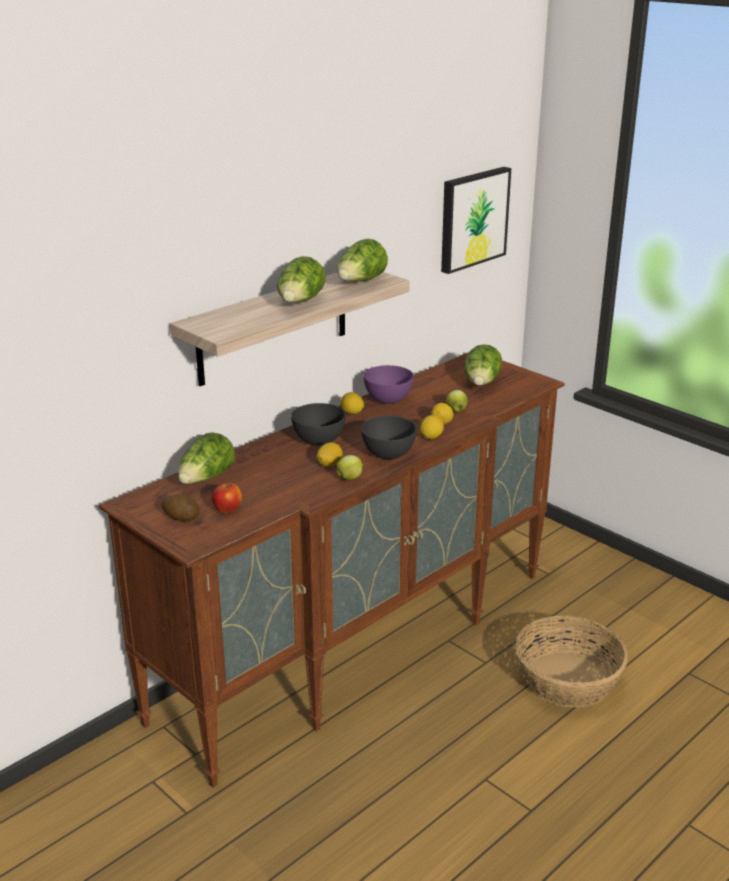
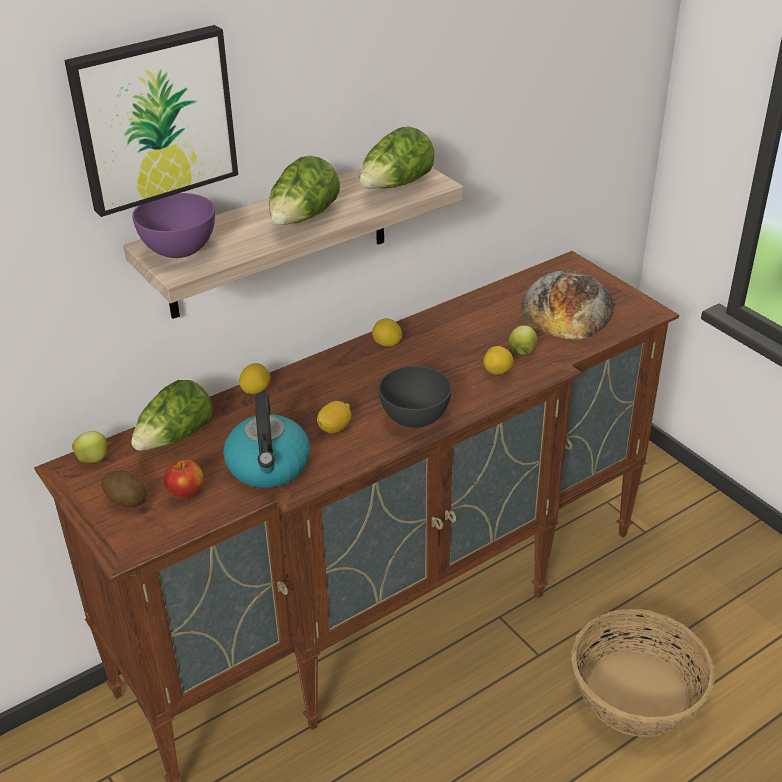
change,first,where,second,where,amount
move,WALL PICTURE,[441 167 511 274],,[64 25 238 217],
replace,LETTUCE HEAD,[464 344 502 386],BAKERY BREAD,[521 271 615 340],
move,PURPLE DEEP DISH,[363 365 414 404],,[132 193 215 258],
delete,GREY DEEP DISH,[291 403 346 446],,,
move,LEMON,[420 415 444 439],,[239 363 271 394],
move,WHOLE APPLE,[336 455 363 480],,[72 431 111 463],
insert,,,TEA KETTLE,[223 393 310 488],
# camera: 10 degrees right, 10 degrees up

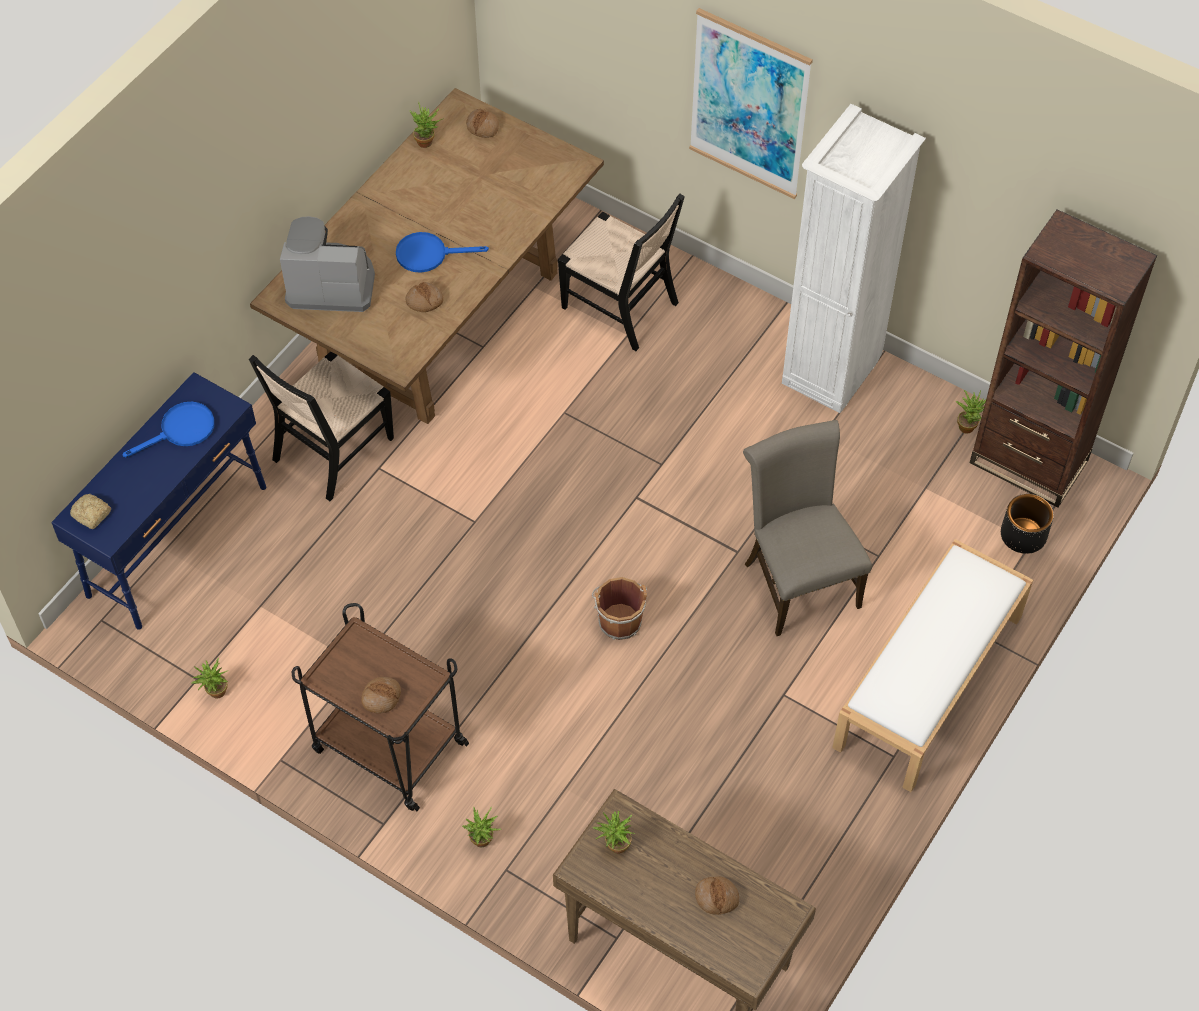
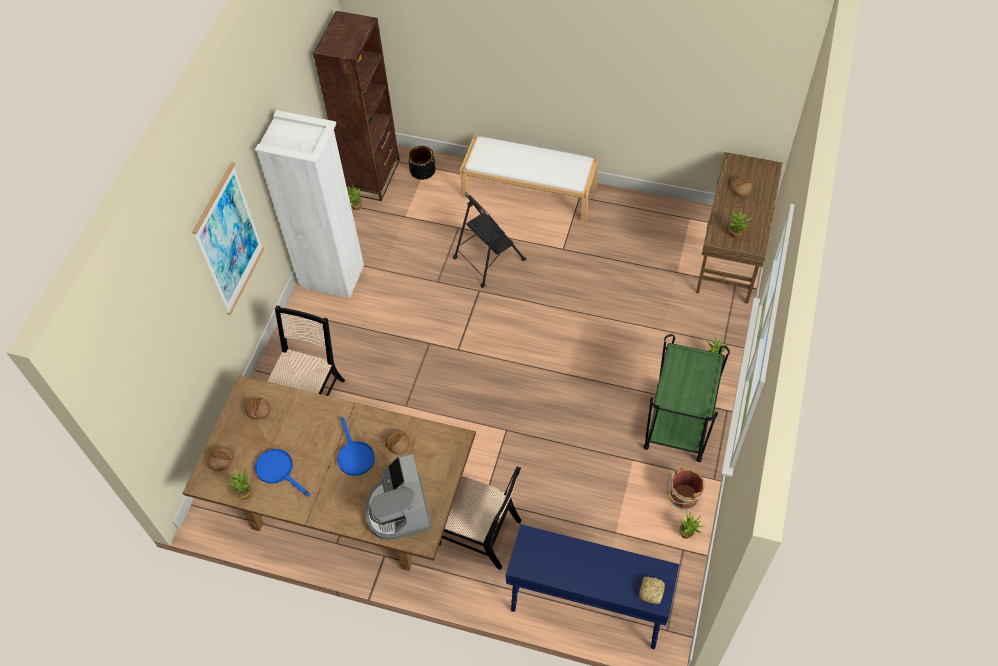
change,first,where,second,where,amount
move,BLUISH FRYING PAN,[123 402 214 457],,[255 449 310 497],
replace,BEIGE-COLOURED CHAIR,[743 420 872 636],BLACK STEP STOOL,[453 192 526 288],
move,BROWNISH BUCKET,[592 577 647 640],,[667 466 706 510],
recolor,BROWNISH TROLLEY,[292 603 469 811],GREENISH TROLLEY,[643 334 730 462],
move,BAKERY BREAD,[361 677 401 714],,[245 398 270 419],
# camera: 105 degrees left, 0 degrees up

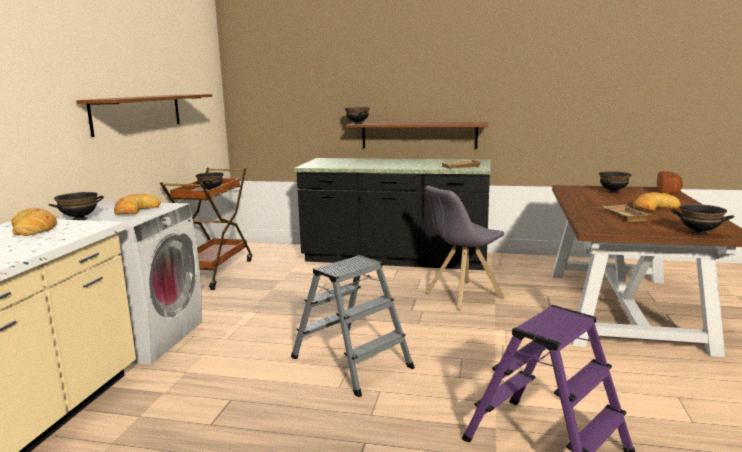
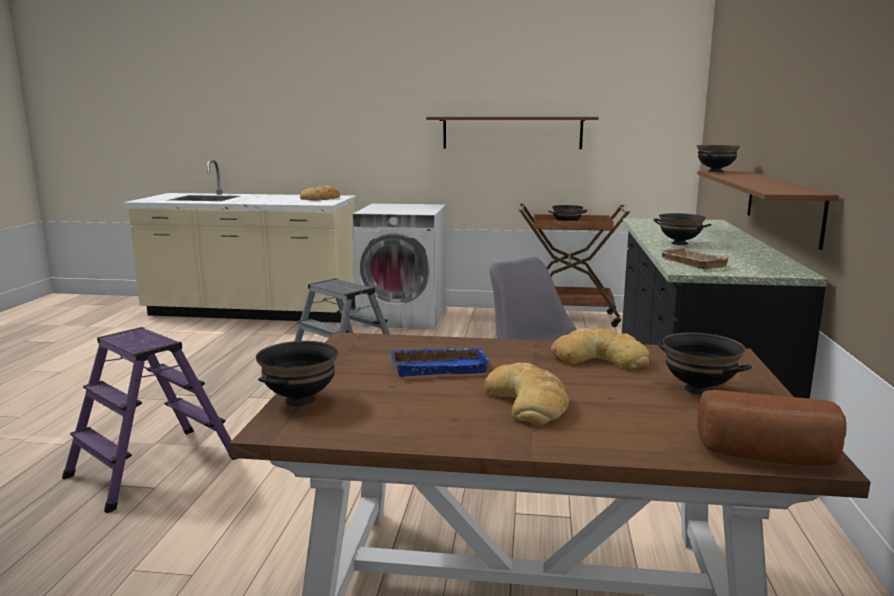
change,first,where,second,where,amount
move,BLACK DEEP DISH,[48 192 104 220],,[653 213 712 245],
move,BAKERY BREAD,[114 193 161 215],,[551 328 649 370],
recolor,BEIGE-COLOURED SERVING TRAY,[602 205 649 222],BLUISH SERVING TRAY,[390 348 490 377],
# camera: 85 degrees right, 0 degrees up

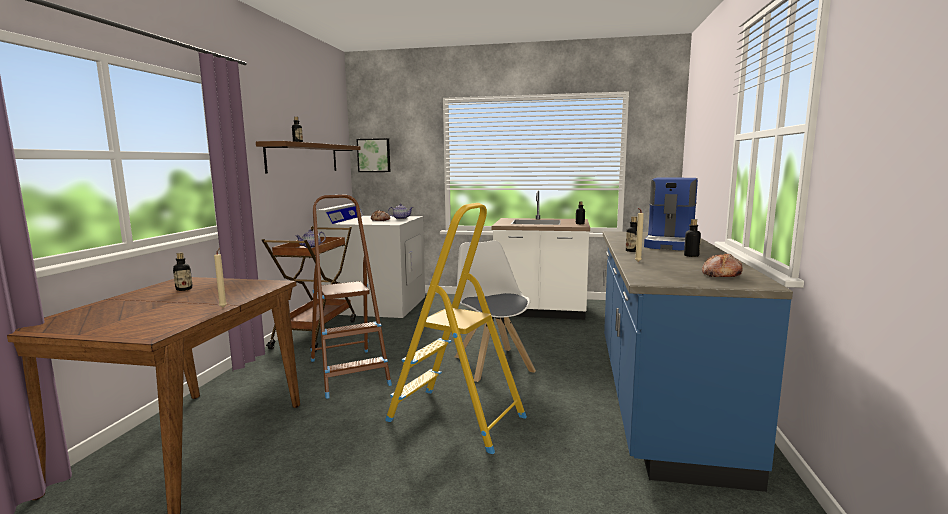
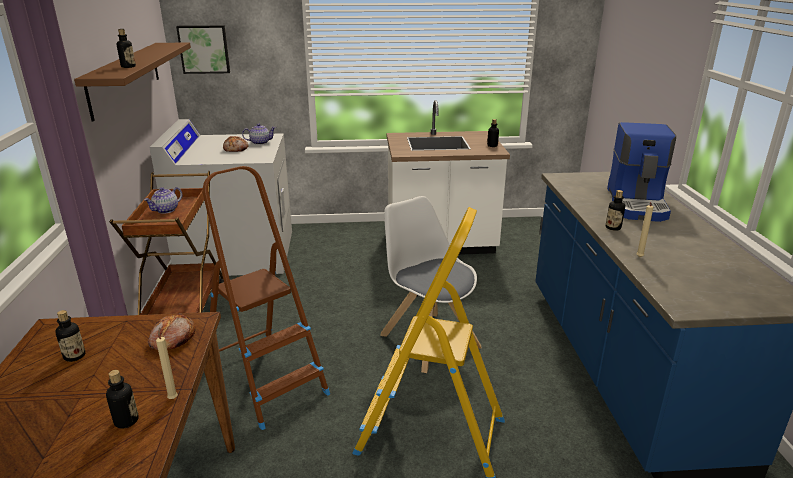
change,first,where,second,where,amount
move,BEVERAGE BOTTLE,[684 219 701 257],,[106 370 139 429],
move,BAKERY BREAD,[702 253 743 277],,[148 313 196 350],
# camera: 15 degrees left, 15 degrees up

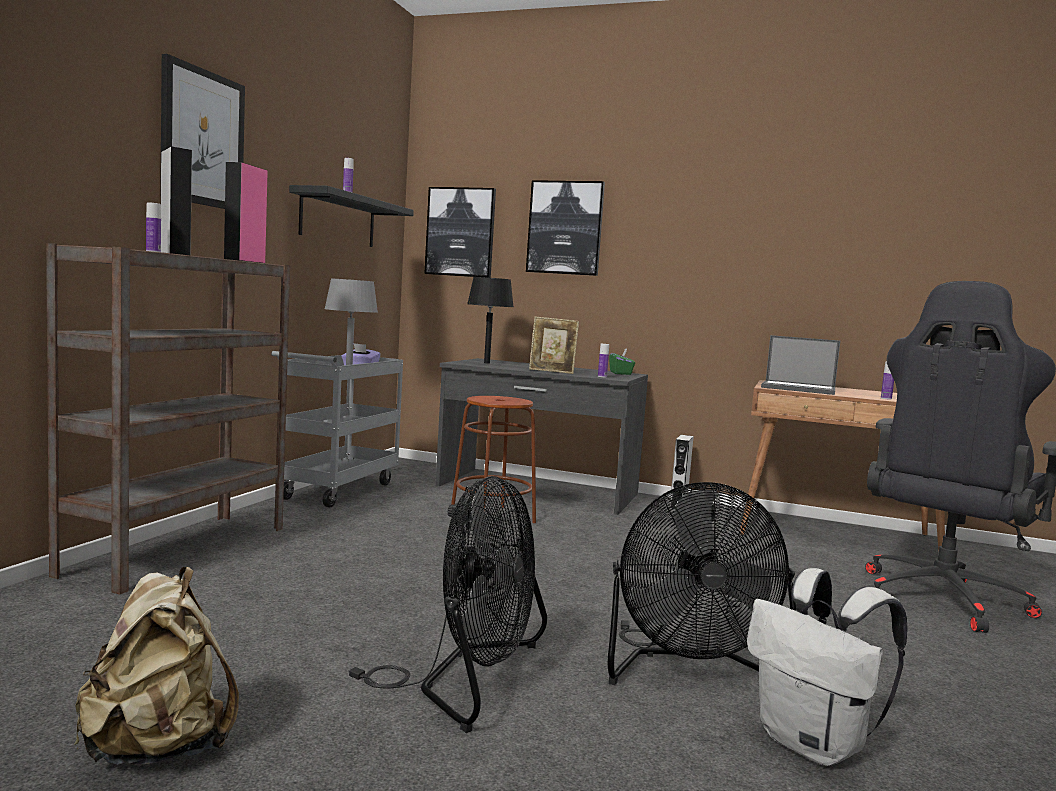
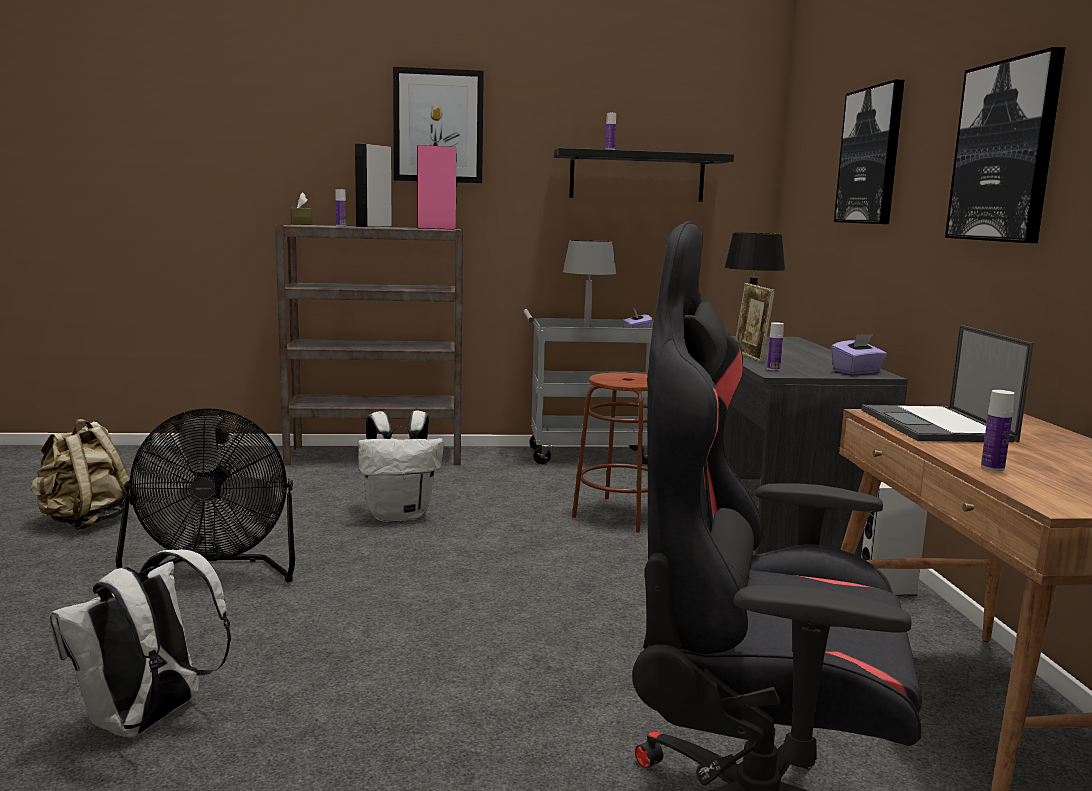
change,first,where,second,where,amount
move,WALL PICTURE,[424 187 496 278],,[945 47 1065 243],
recolor,GREENISH TISSUE HOLDER,[609 348 635 375],PURPLE TISSUE HOLDER,[831 334 887 374],
delete,BLACK FAN,[608 482 796 686],,,
insert,,,BROWNISH TISSUE HOLDER,[291 192 313 225],
insert,,,WHITE-COLOURED RUCKSACK,[358 410 444 522],
# camera: 65 degrees right, 5 degrees up

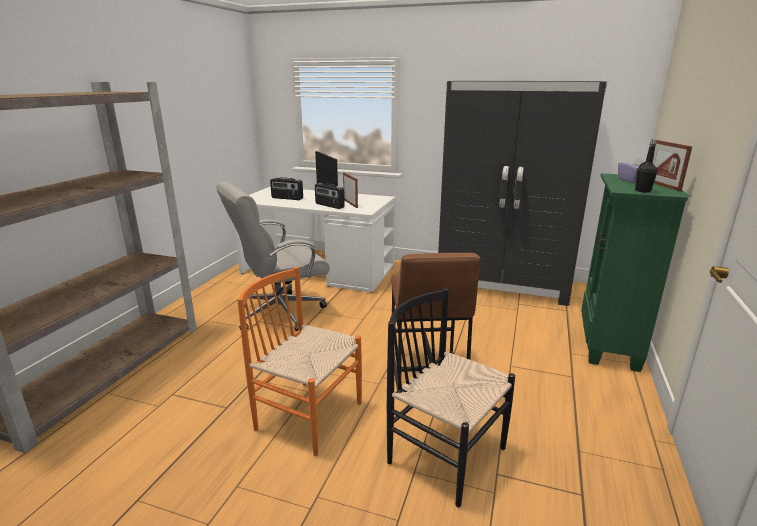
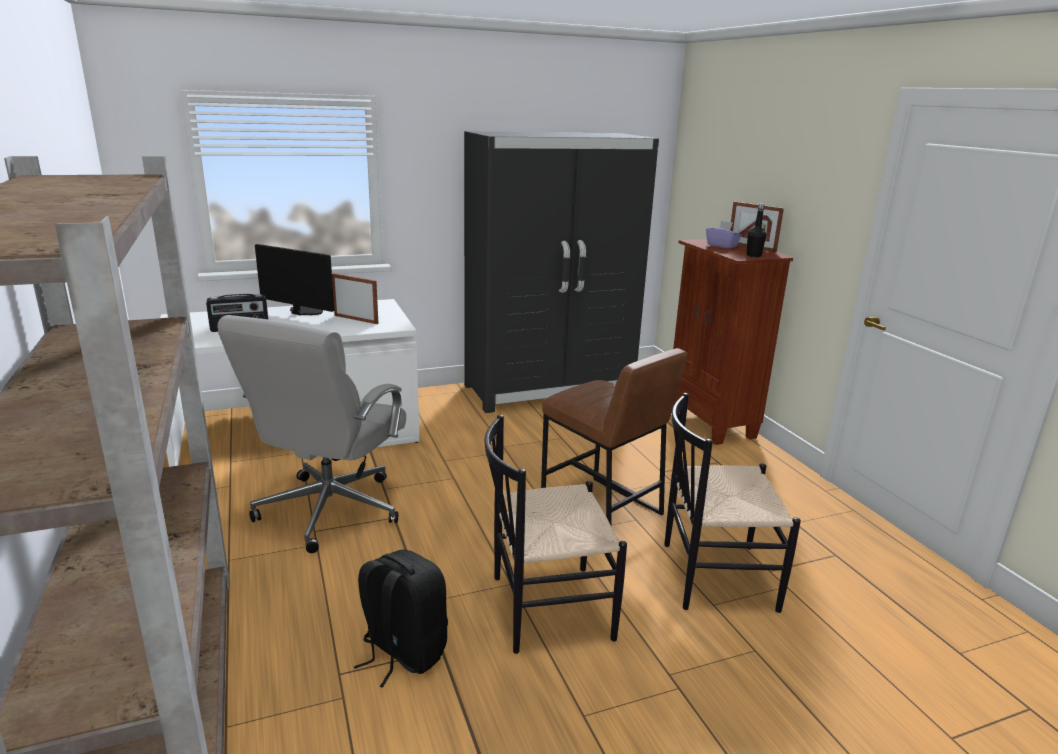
change,first,where,second,where,amount
recolor,GREENISH STORAGE CABINET,[581 173 690 372],BROWNISH STORAGE CABINET,[673 239 793 445],
delete,RADIO SET,[315 183 345 209],,,
recolor,ORANGE CHAIR,[237 267 362 456],BLACK CHAIR,[484 414 627 654],
insert,,,BLACK RUCKSACK,[354 549 448 688],
# camera: 40 degrees left, 0 degrees up

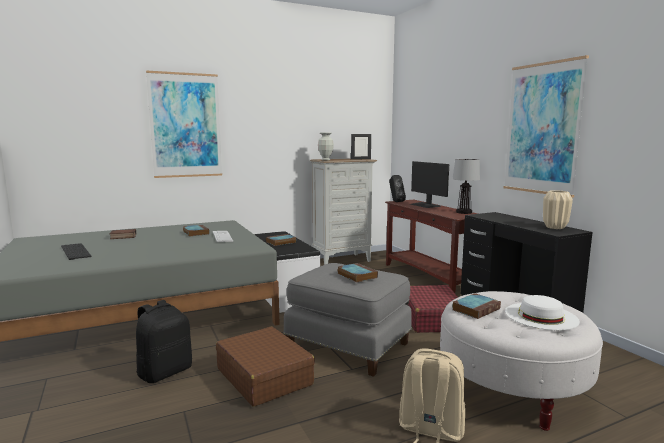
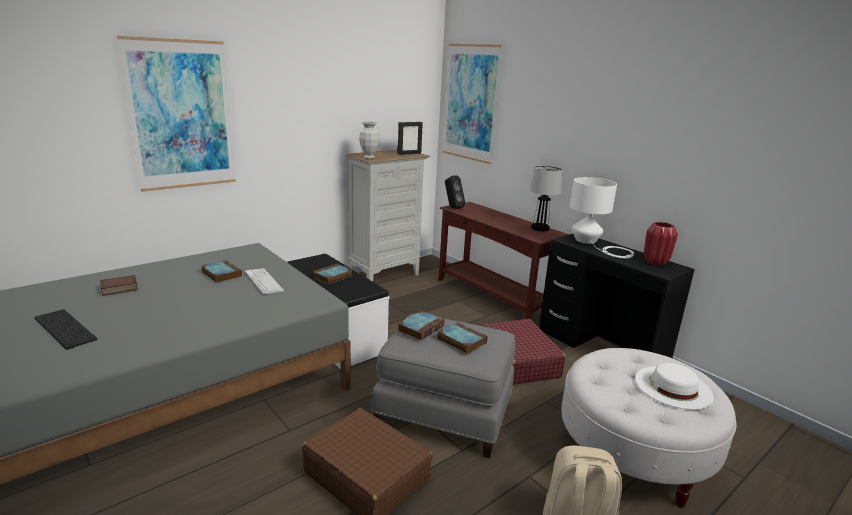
change,first,where,second,where,amount
move,WALL PICTURE,[503 55 589 198],,[443 44 503 164],
delete,COMPUTER SCREEN,[410 161 449 208],,,
recolor,BEIGE-COLOURED VASE,[543 190 573 229],RED-COLOURED VASE,[644 222 678 266],
move,BOOK,[452 293 501 319],,[398 310 445 341],
delete,BLACK RUCKSACK,[136 300 192 383],,,
insert,,,WHITE-COLOURED LAMP FOR A TABLE,[570 177 634 258],
# camera: 15 degrees left, 10 degrees up

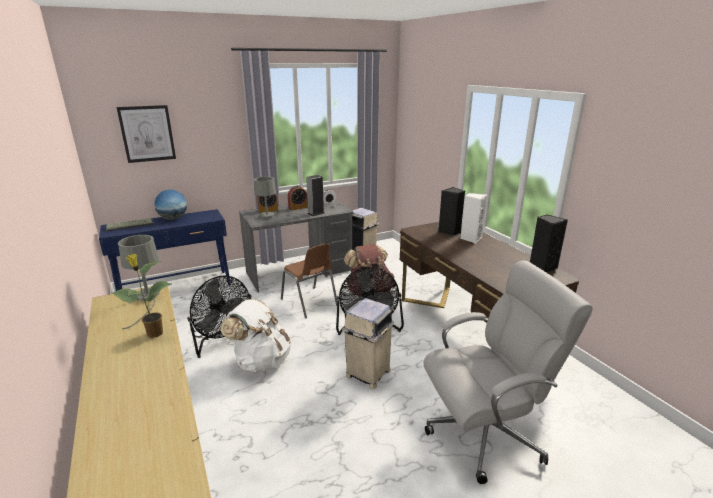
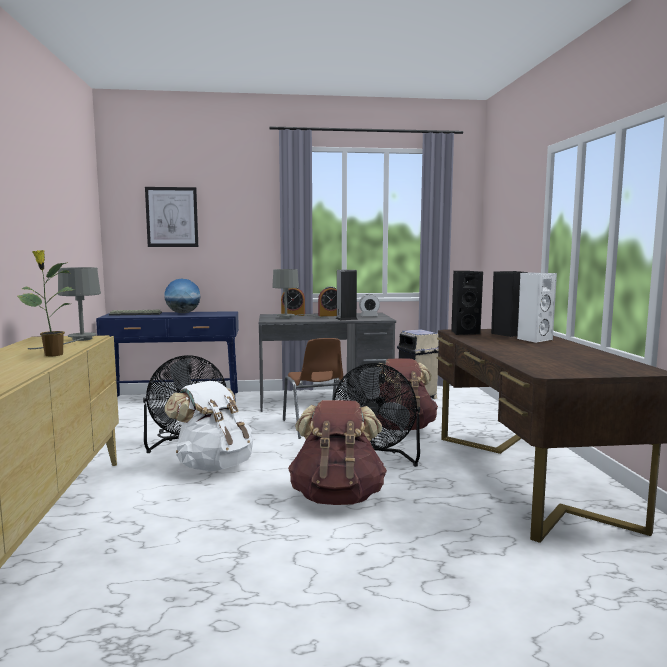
change,first,where,second,where,amount
move,BLACK SPEAKER,[530 215 568 273],,[451 271 483 335],
delete,GREY OFFICE CHAIR,[424 260 593 484],,,
replace,BEIGE-COLOURED RUBBISH BIN,[342 298 394 389],BROWNISH RUCKSACK,[288 400 387 505],
# camera: 20 degrees right, 15 degrees down

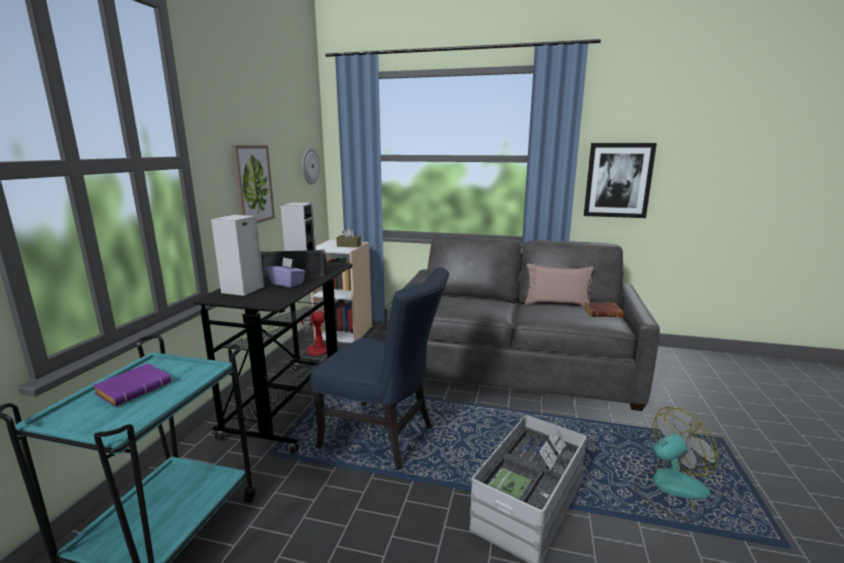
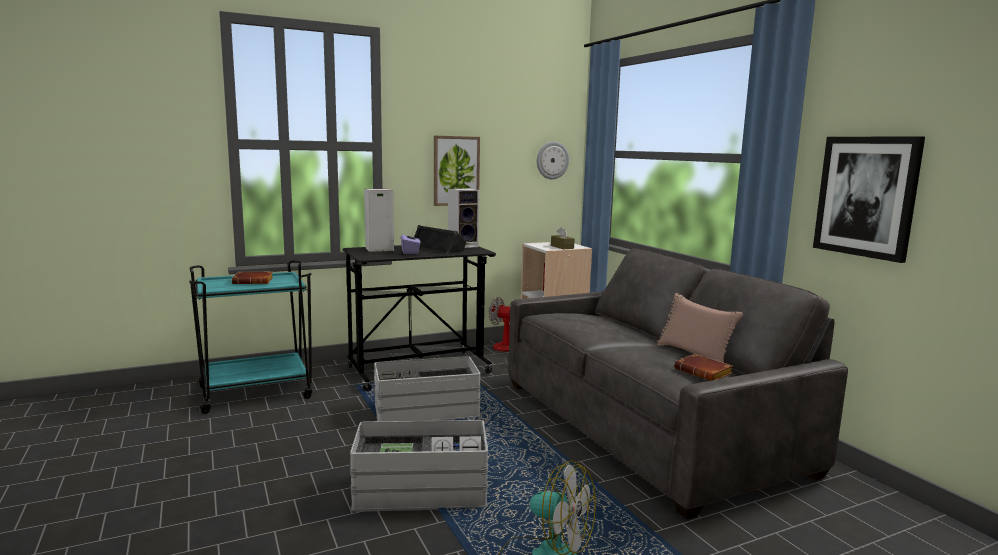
change,first,where,second,where,amount
replace,BLUISH CHAIR,[310 267 449 470],GREY STORAGE BOX,[374 356 481 421],
recolor,PURPLE BOOK,[92 364 171 407],BROWNISH BOOK,[232 272 273 284],
# camera: 50 degrees right, 5 degrees down

